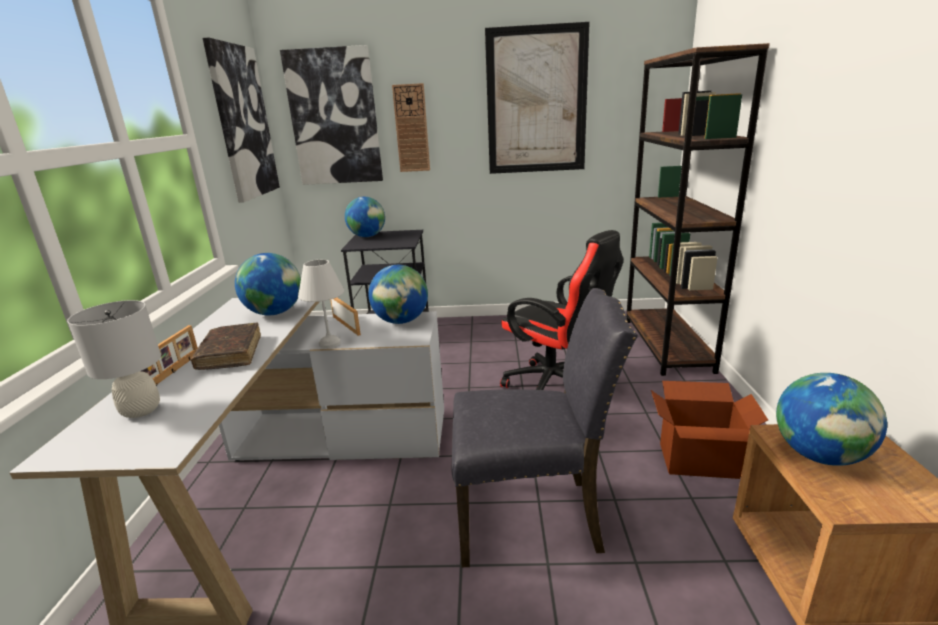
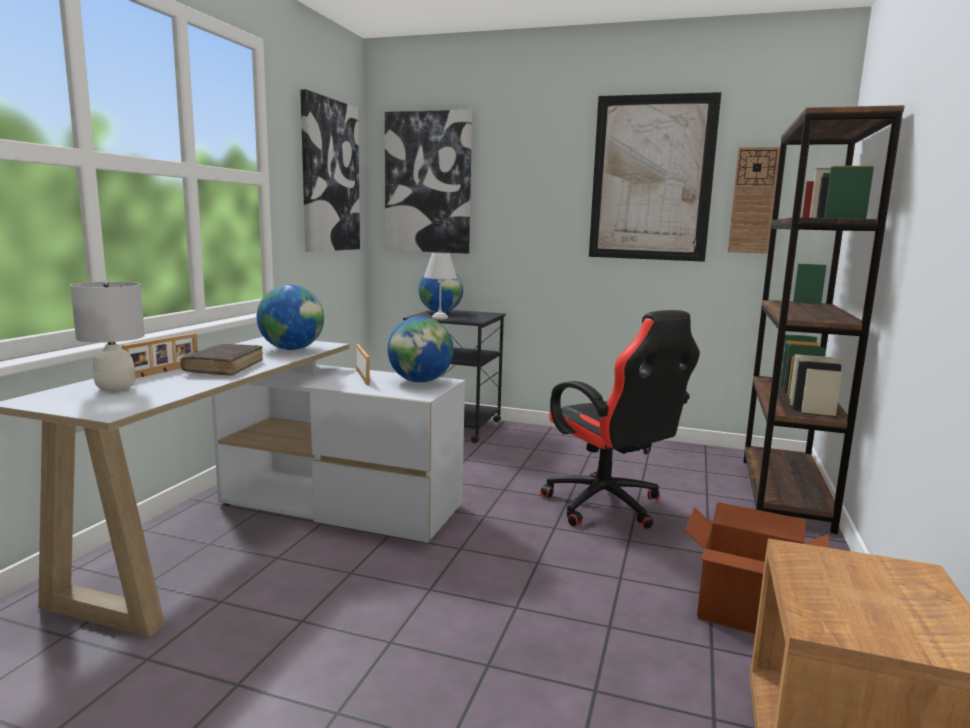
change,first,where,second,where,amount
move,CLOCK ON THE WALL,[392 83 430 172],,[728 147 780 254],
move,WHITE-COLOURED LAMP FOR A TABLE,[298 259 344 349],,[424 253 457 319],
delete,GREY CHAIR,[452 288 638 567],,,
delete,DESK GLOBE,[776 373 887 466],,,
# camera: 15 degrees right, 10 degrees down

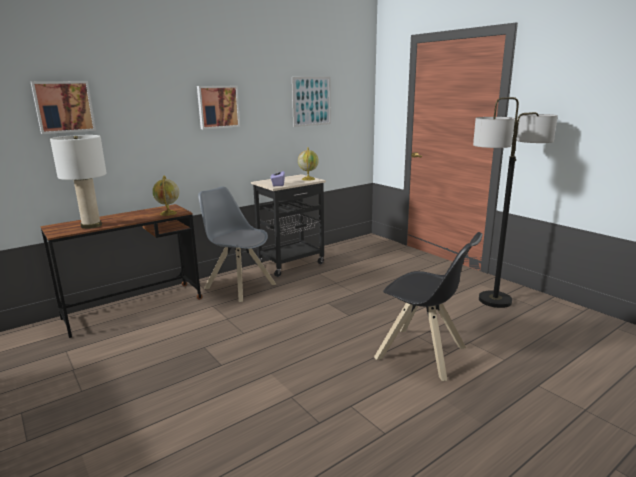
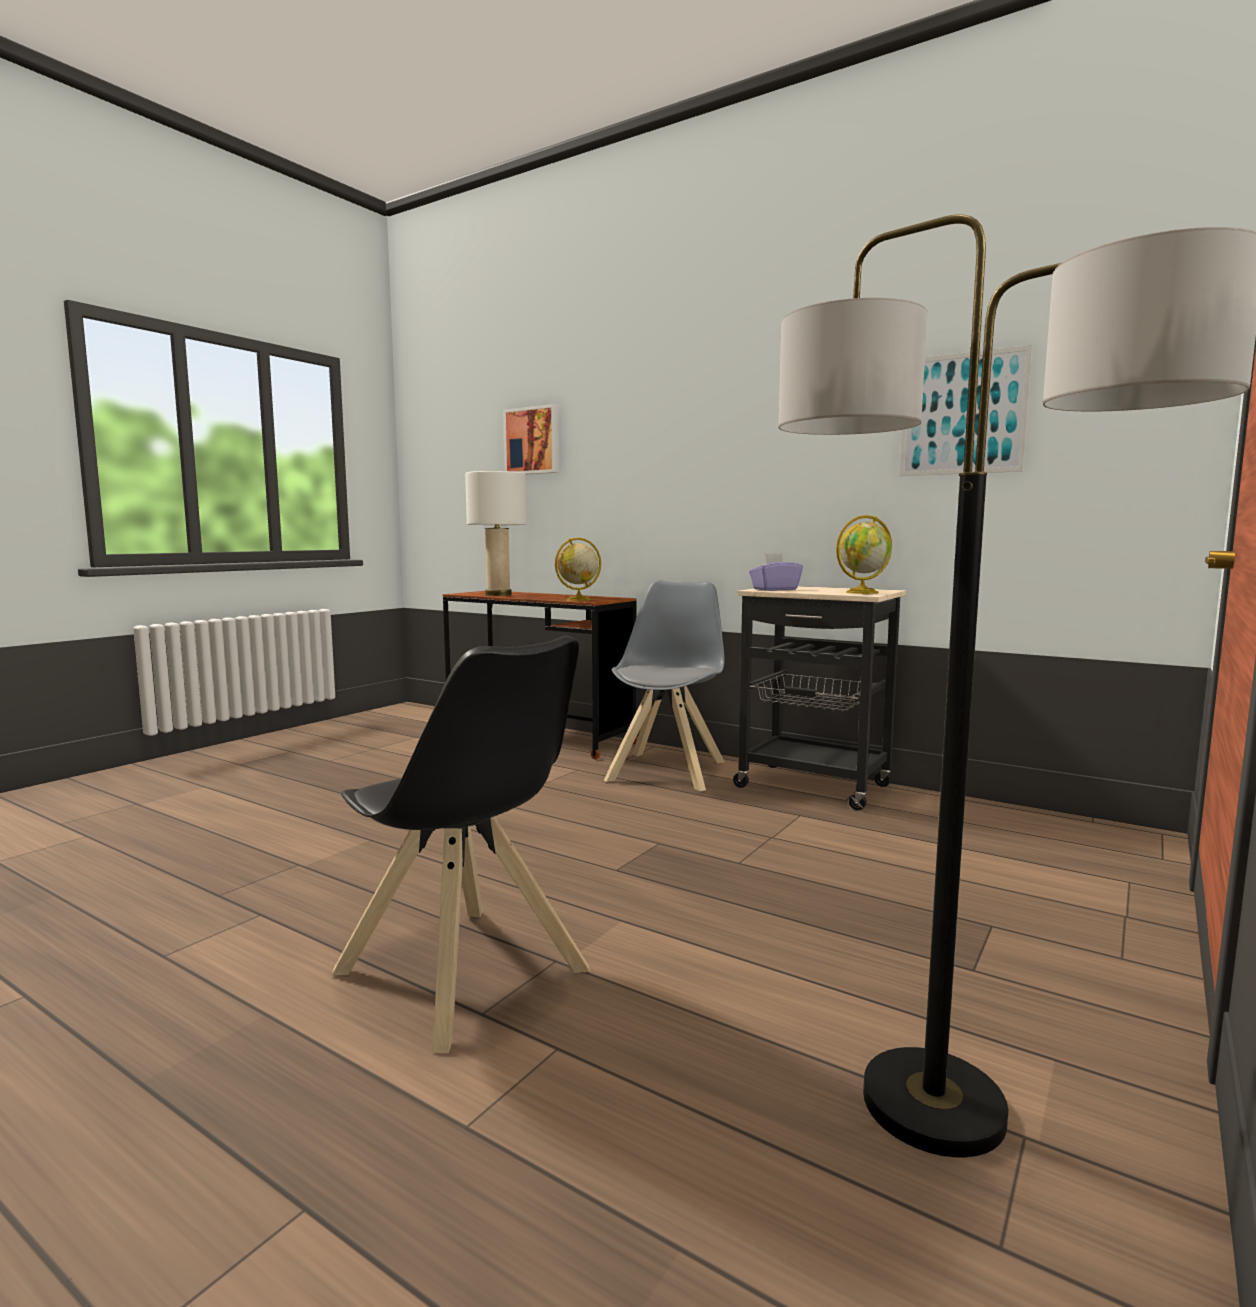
change,first,where,second,where,amount
delete,WALL PICTURE,[197 86 240 129],,,
rotate,BLACK CHAIR,[374 232 483 381],,[332 635 590 1053],60 degrees counterclockwise
# camera: 70 degrees right, 10 degrees down

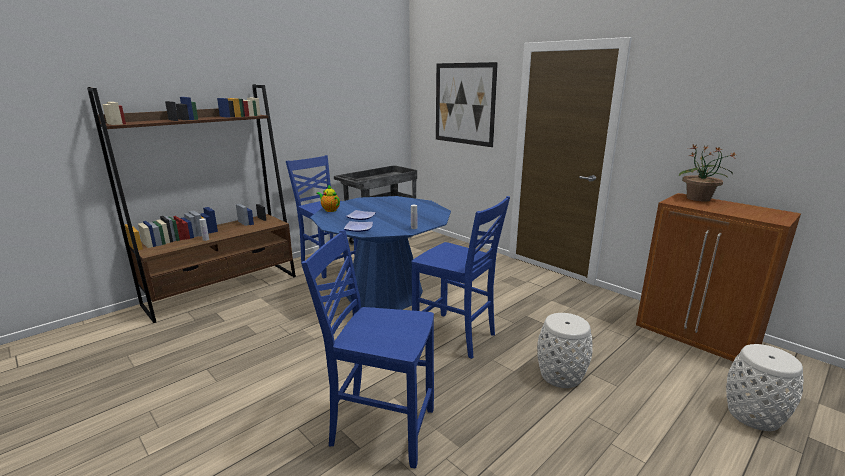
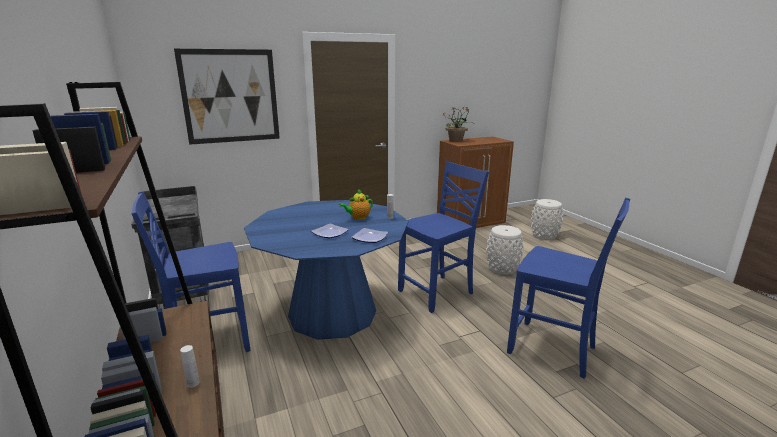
change,first,where,second,where,amount
move,POT FOR TEA,[316 185 340 212],,[339 189 373 220],
rotate,BLUISH CHAIR,[301 230 434 468],,[507 198 630 379],90 degrees counterclockwise
# camera: 70 degrees left, 0 degrees up

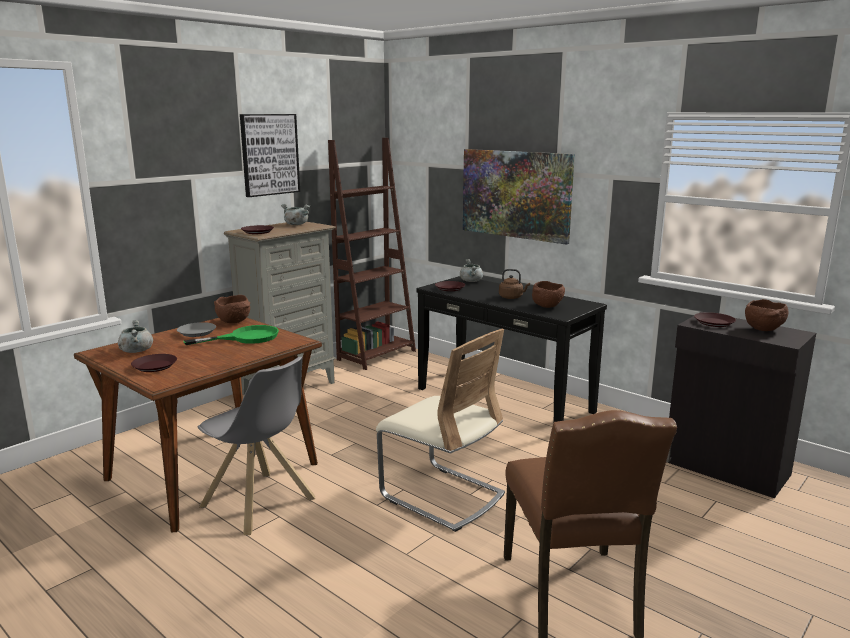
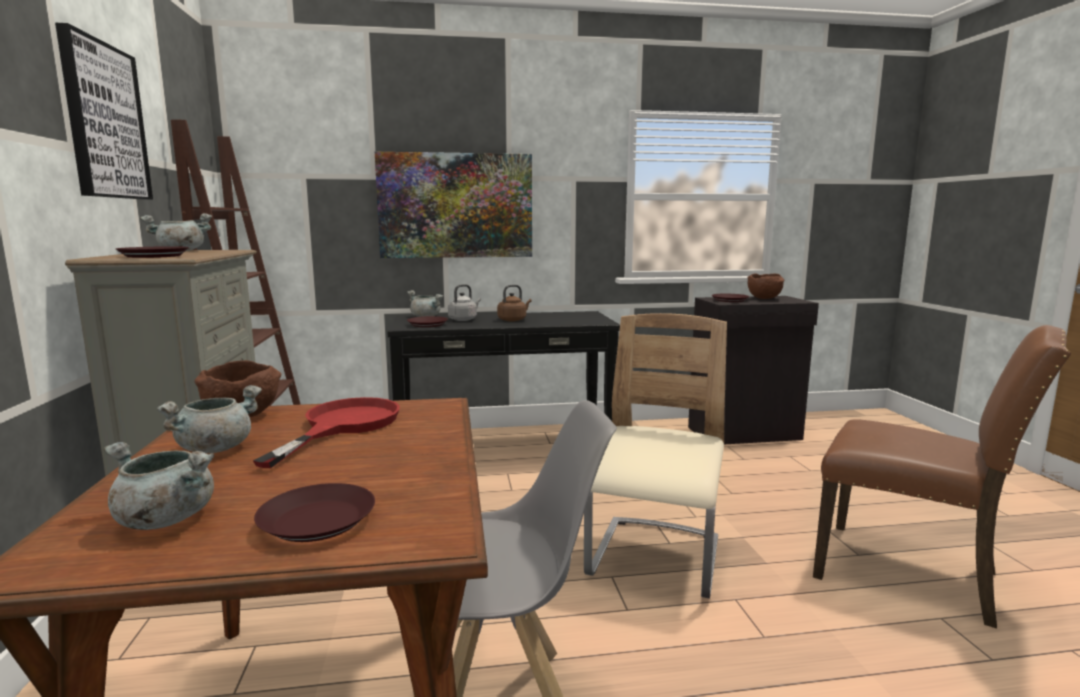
change,first,where,second,where,amount
delete,BROWNISH DEEP DISH,[532 281 565 308],,,
replace,GREY PLATE,[177 322 216 337],GREY COOKING POT,[157 385 262 453],
recolor,GREENISH FRYING PAN,[183 325 279 345],RED-COLOURED FRYING PAN,[253 397 400 468],
rotate,BEIGE-COLOURED CHAIR,[376 329 505 532],,[584 313 727 599],60 degrees counterclockwise
insert,,,GREY TEA KETTLE,[448 284 481 321],
# camera: 50 degrees left, 5 degrees down

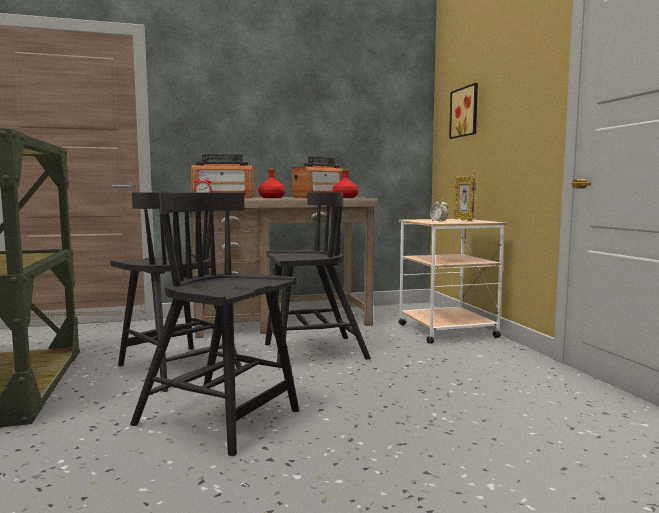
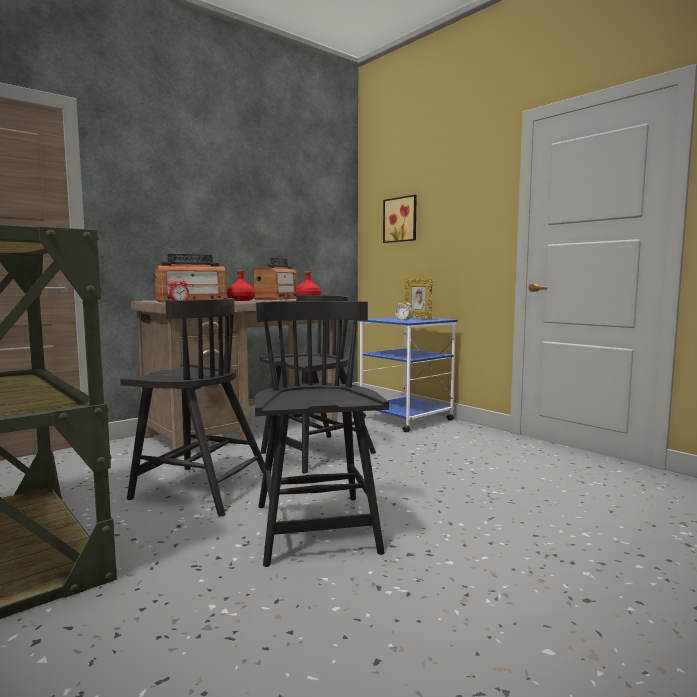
change,first,where,second,where,amount
rotate,BLACK CHAIR,[130 193 299 456],,[255 301 389 567],75 degrees clockwise
recolor,BEIGE-COLOURED TROLLEY,[398 219 507 344],BLUISH TROLLEY,[358 317 458 432],
# camera: 25 degrees left, 0 degrees up

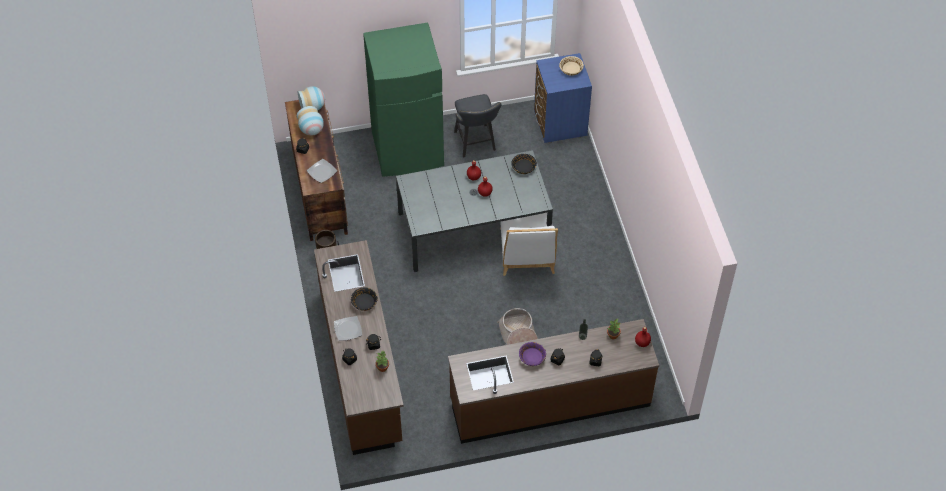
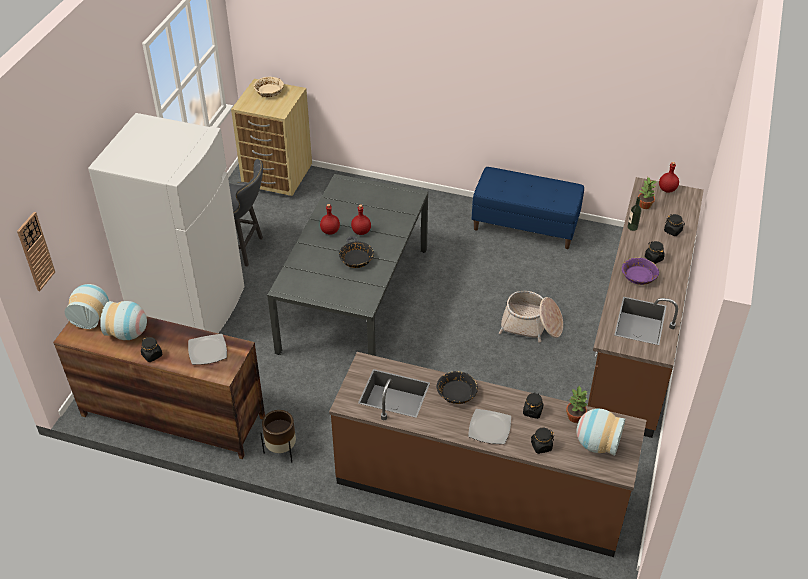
change,first,where,second,where,amount
recolor,GREENISH FRIDGE,[363 23 444 177],WHITE-COLOURED FRIDGE,[88 113 244 333],
recolor,BLUISH DRAWER CHEST,[534 53 592 143],BROWNISH DRAWER CHEST,[231 79 312 196],
move,BLACK DEEP DISH,[511 154 537 174],,[339 242 374 268],
delete,WHITE-COLOURED CHAIR,[500 213 558 276],,,
insert,,,BLUISH BENCH,[472 167 584 249],
insert,,,CLOCK ON THE WALL,[17 212 55 291],
insert,,,VASE,[577 409 625 456],
# camera: 60 degrees left, 10 degrees down

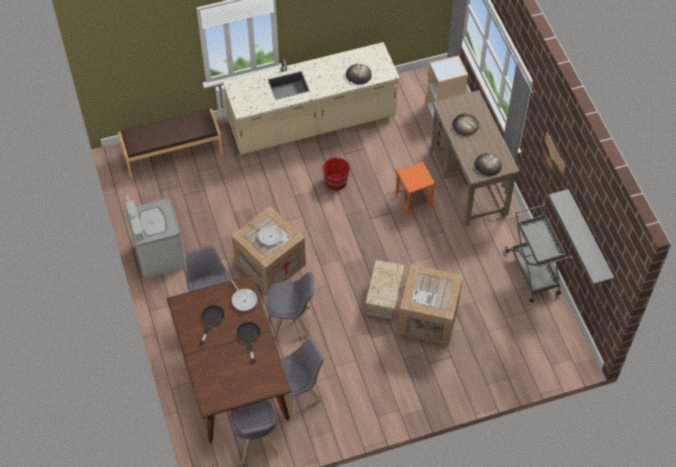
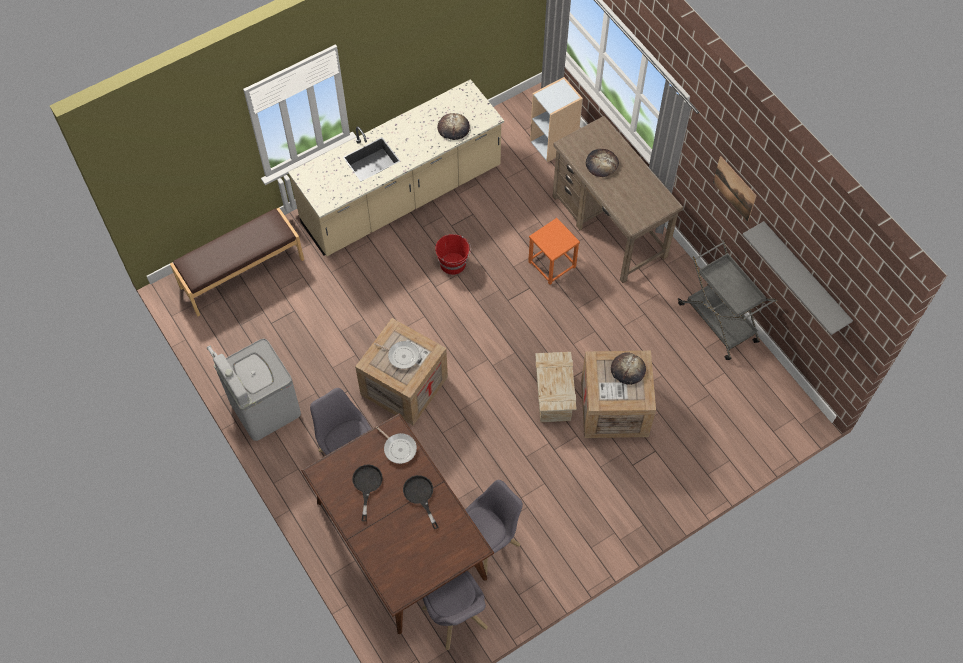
change,first,where,second,where,amount
move,BAKERY BREAD,[474 153 502 176],,[611 352 646 385],
delete,GREY CHAIR,[266 272 314 339],,,
# camera: 15 degrees left, 5 degrees up

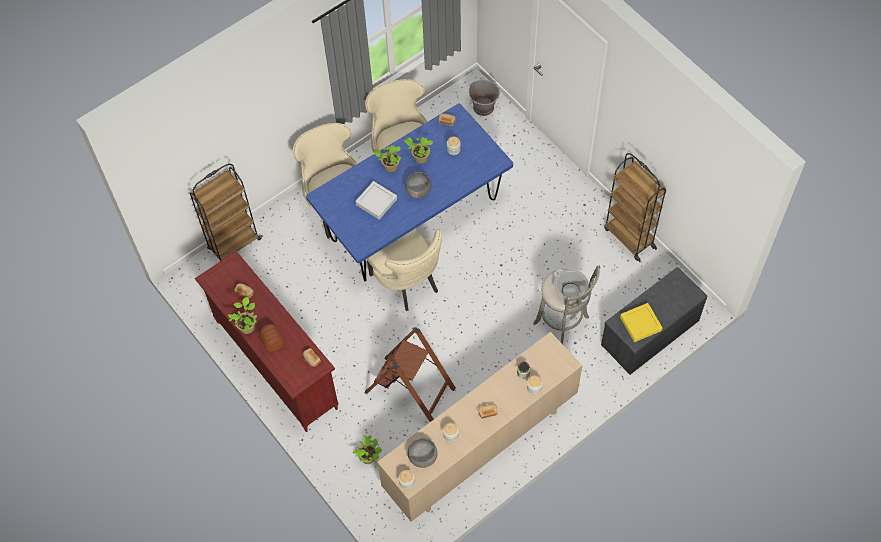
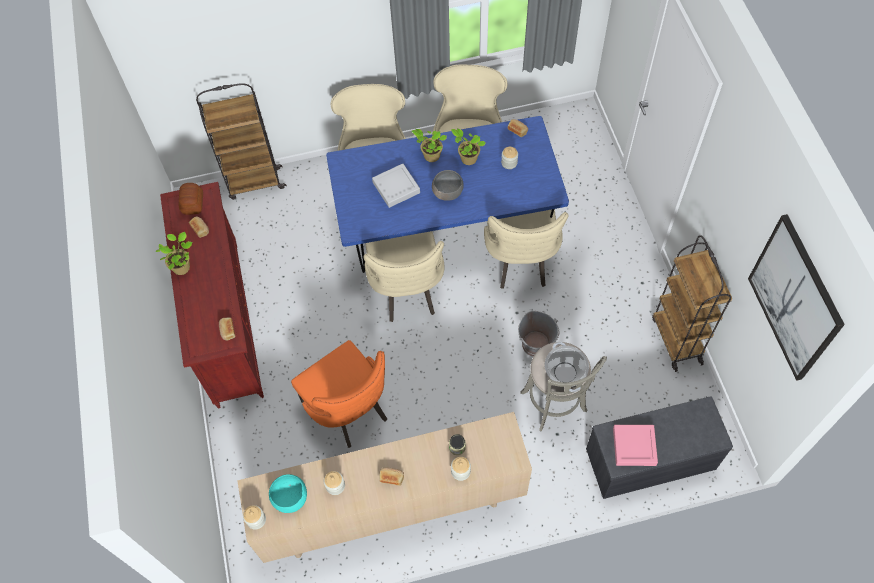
change,first,where,second,where,amount
move,GREY BUCKET,[469 80 500 116],,[518 311 560 357],
recolor,YELLOWISH SERVING TRAY,[620 303 662 342],PINK SERVING TRAY,[613 425 658 466],
move,BAKERY BREAD,[259 324 284 353],,[179 183 203 215],
replace,BROWNISH STEP STOOL,[364 327 456 422],ORANGE CHAIR,[291 340 387 448],
delete,PLANT IN A POT,[352 435 382 464],,,
recolor,GREY DEEP DISH,[408 438 438 468],BLUE-GREEN DEEP DISH,[269 474 307 513],
insert,,,BEIGE-COLOURED CHAIR,[484 209 569 289],
insert,,,WALL PICTURE,[748 214 845 381],
# camera: 25 degrees right, 0 degrees up

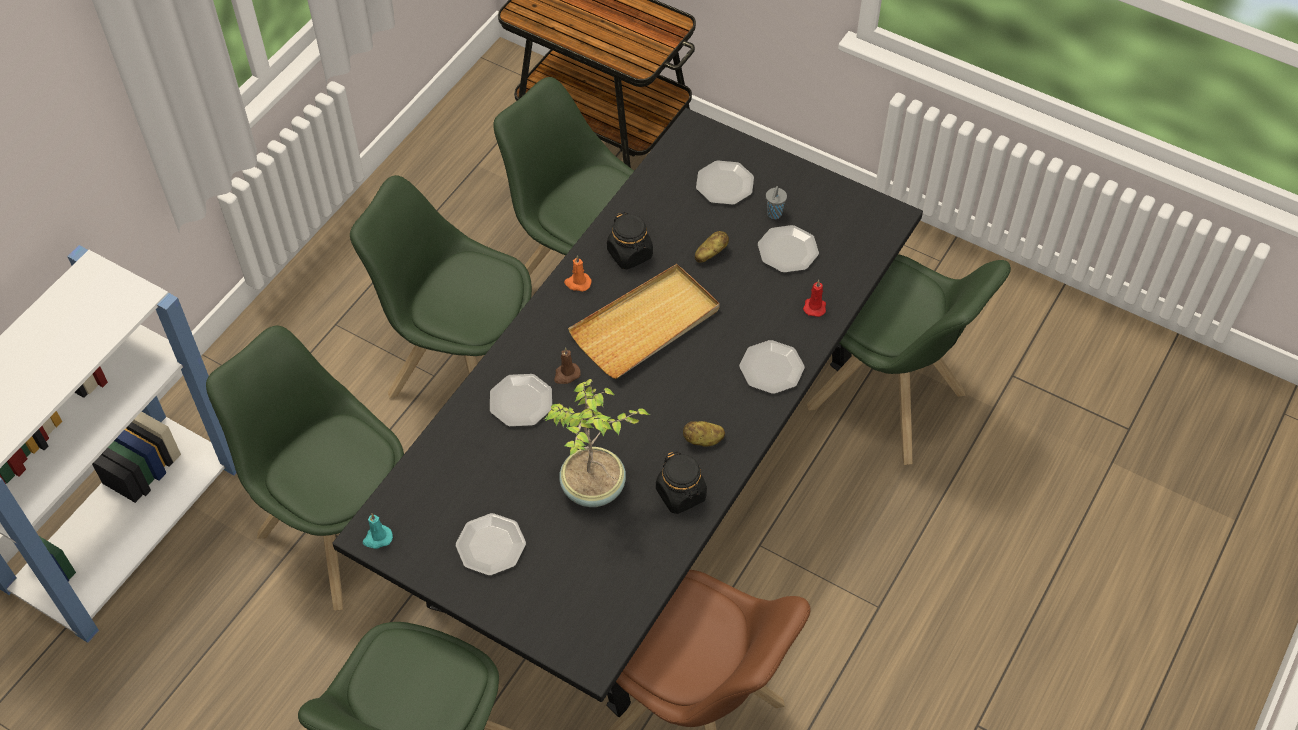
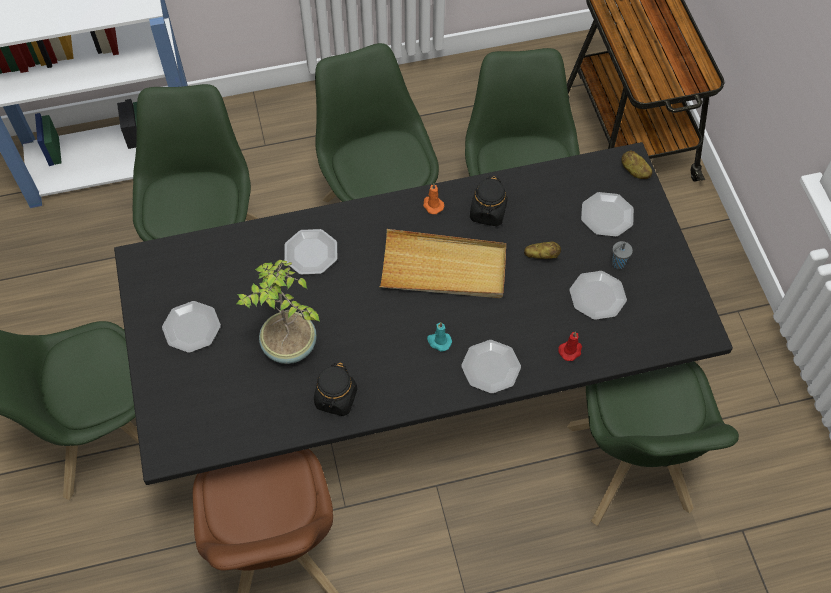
change,first,where,second,where,amount
delete,BROWNISH CANDLE,[554 347 581 384],,,
move,POTATO,[683 421 725 447],,[621 151 652 179],
move,BLUE-GREEN CANDLE,[363 514 393 549],,[427 322 452 352],
# camera: 45 degrees right, 5 degrees up

